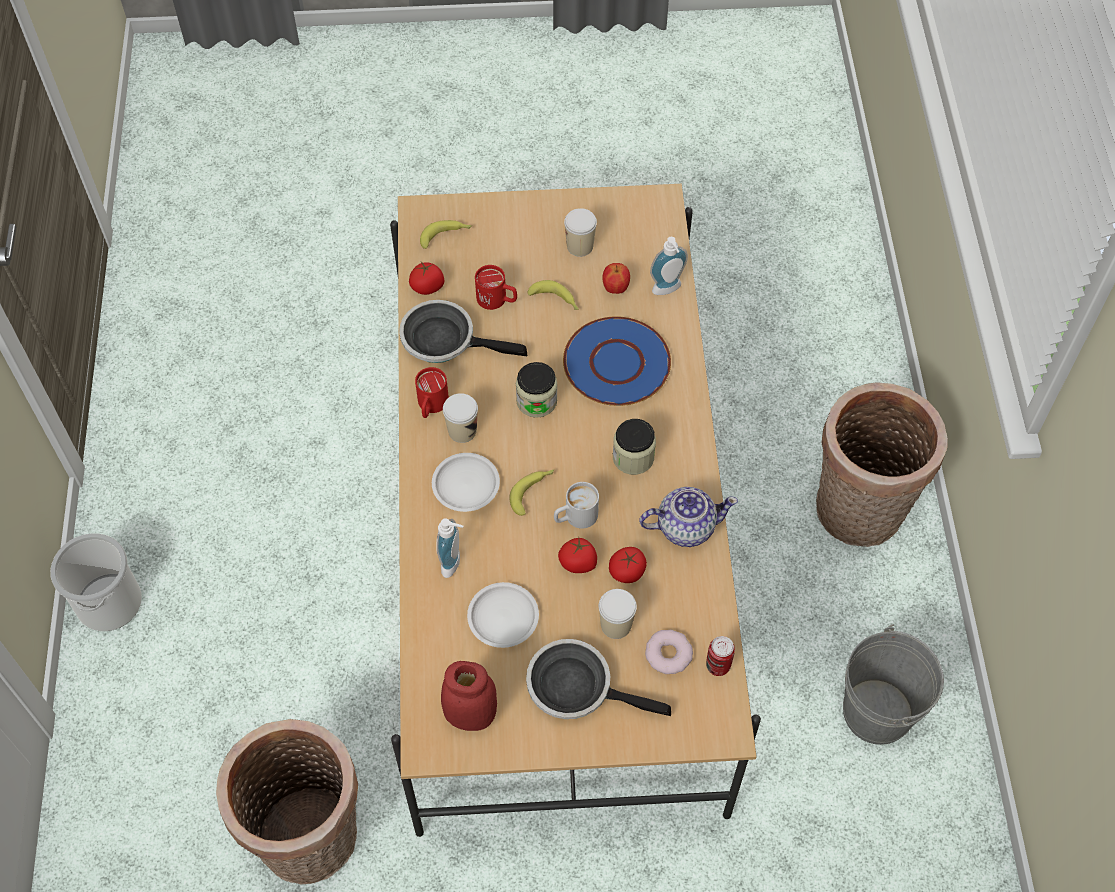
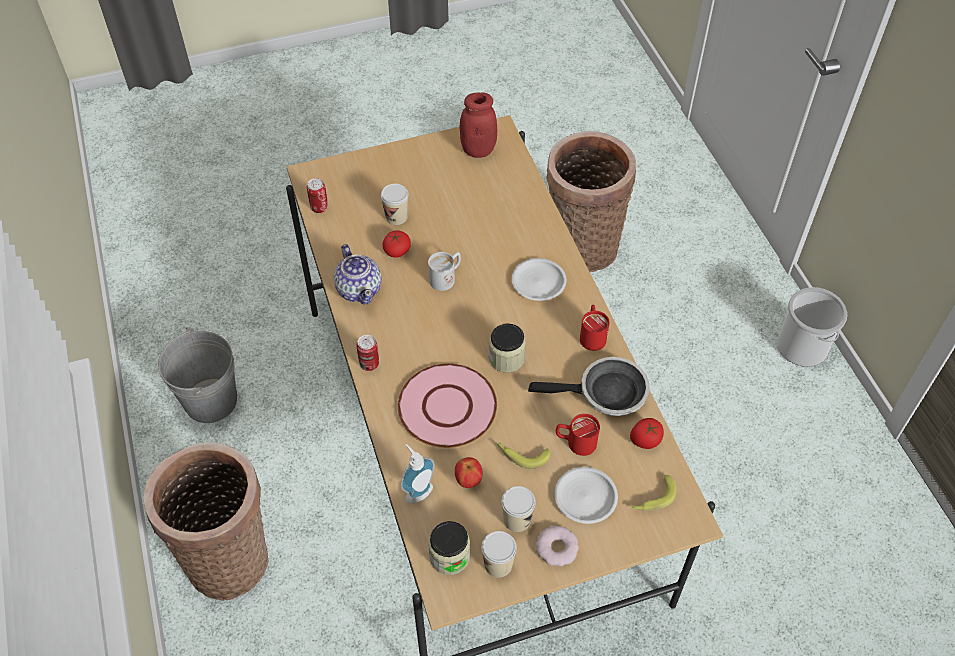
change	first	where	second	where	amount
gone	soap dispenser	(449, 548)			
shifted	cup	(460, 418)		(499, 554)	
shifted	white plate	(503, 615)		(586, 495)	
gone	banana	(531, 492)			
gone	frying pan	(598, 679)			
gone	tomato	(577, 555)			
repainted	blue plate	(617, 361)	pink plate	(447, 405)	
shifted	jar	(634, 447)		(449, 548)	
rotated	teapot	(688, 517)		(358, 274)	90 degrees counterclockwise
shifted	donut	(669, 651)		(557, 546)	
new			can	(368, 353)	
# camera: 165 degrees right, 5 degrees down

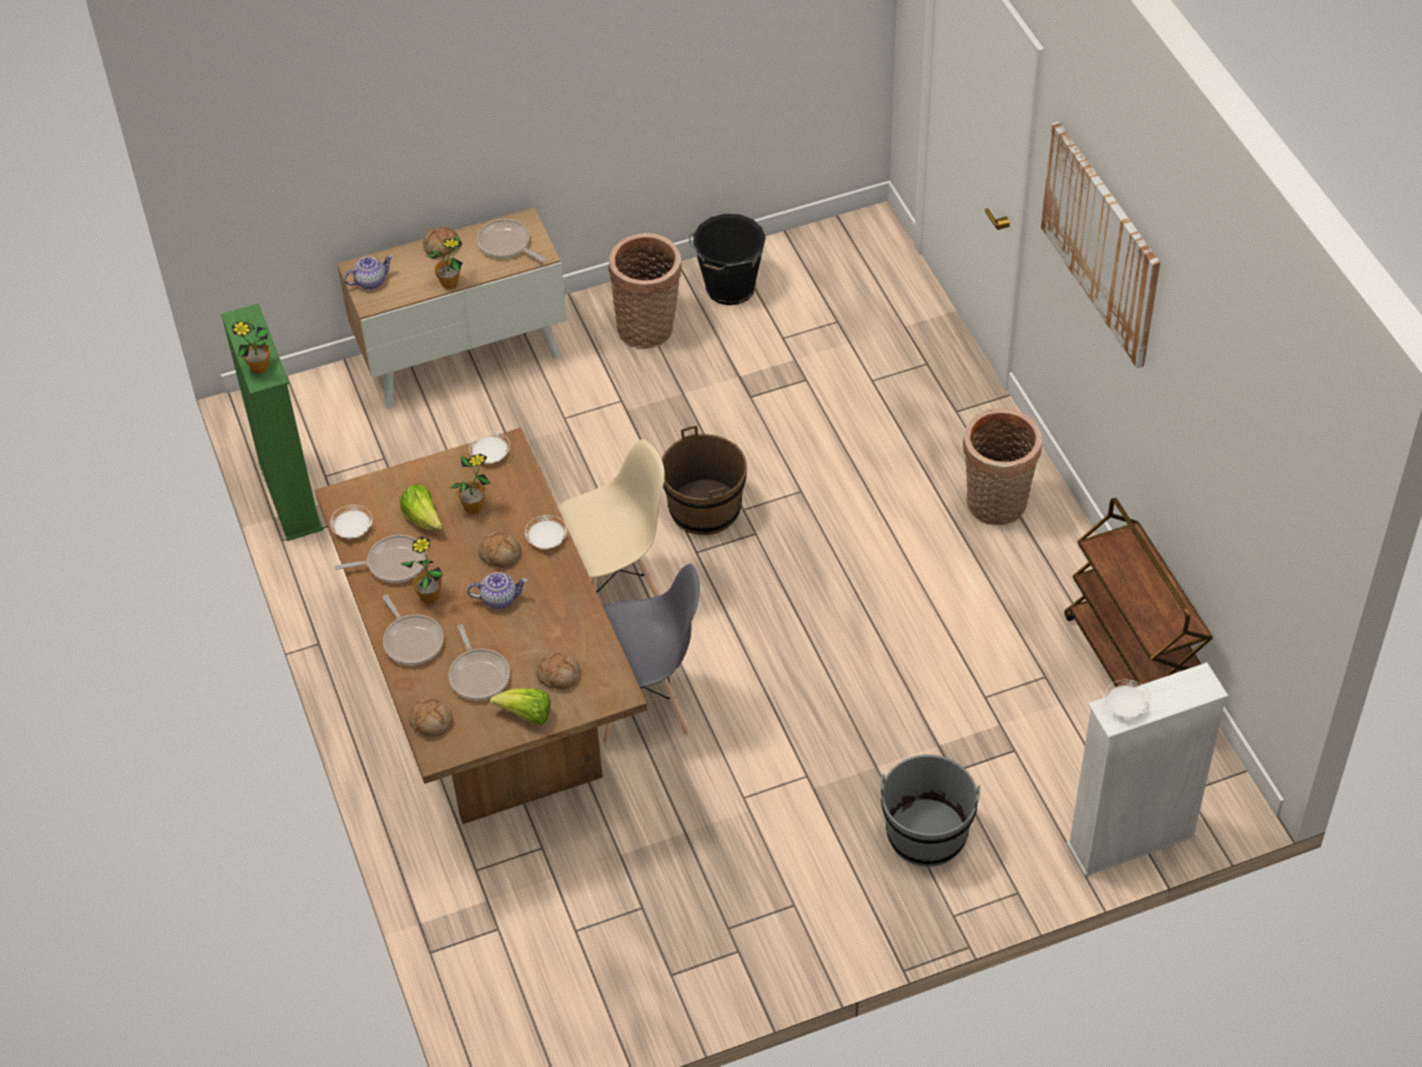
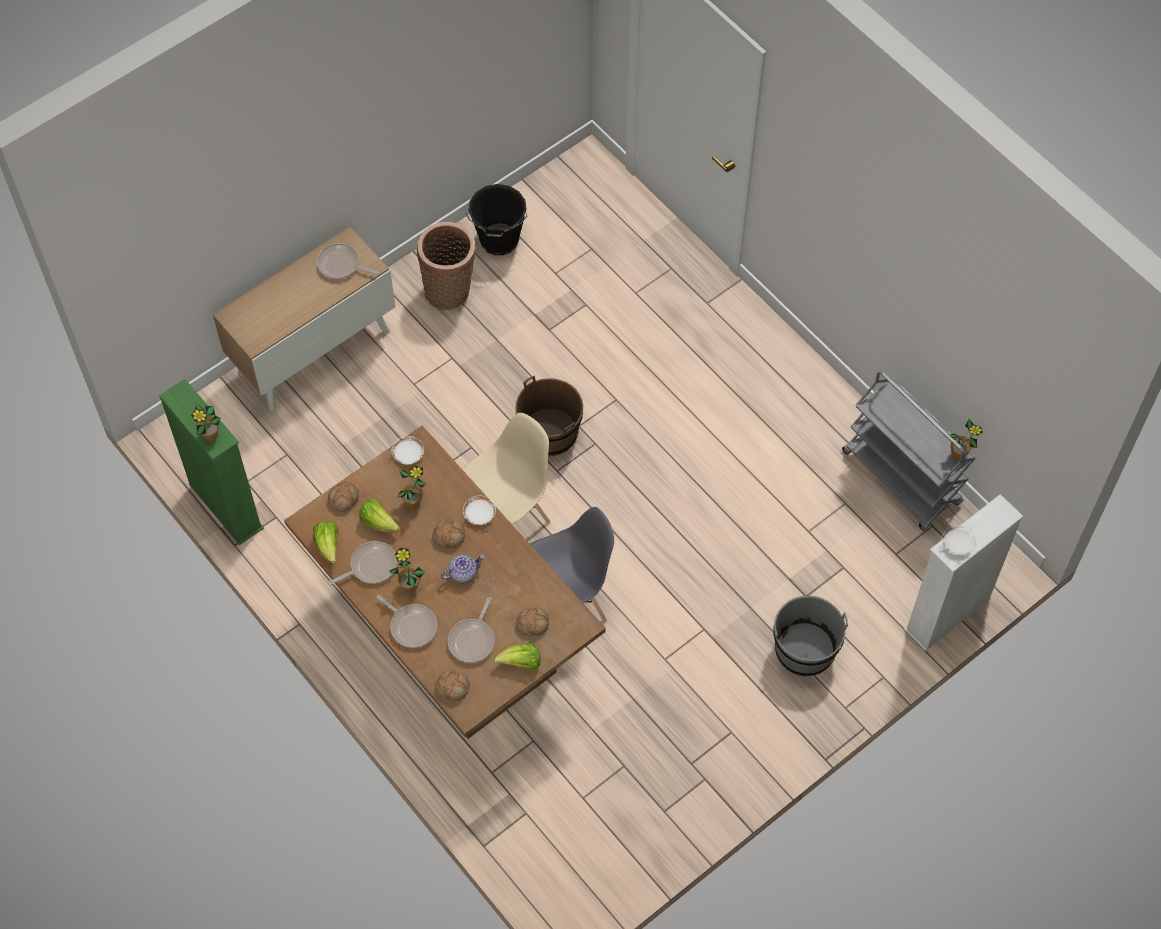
change	first	where	second	where	amount
swapped	white plate	(351, 522)	lettuce	(326, 542)	
gone	teapot	(368, 272)			
shifted	bread	(440, 242)		(343, 497)	
shifted	potted plant	(444, 262)		(966, 439)	
rotated	frying pan	(479, 662)		(471, 630)	60 degrees clockwise
gone	basket	(1003, 466)			
gone	picture	(1100, 244)			
repainted	brown cart	(1138, 593)	grey cart	(909, 451)	
# camera: 20 degrees left, 10 degrees up

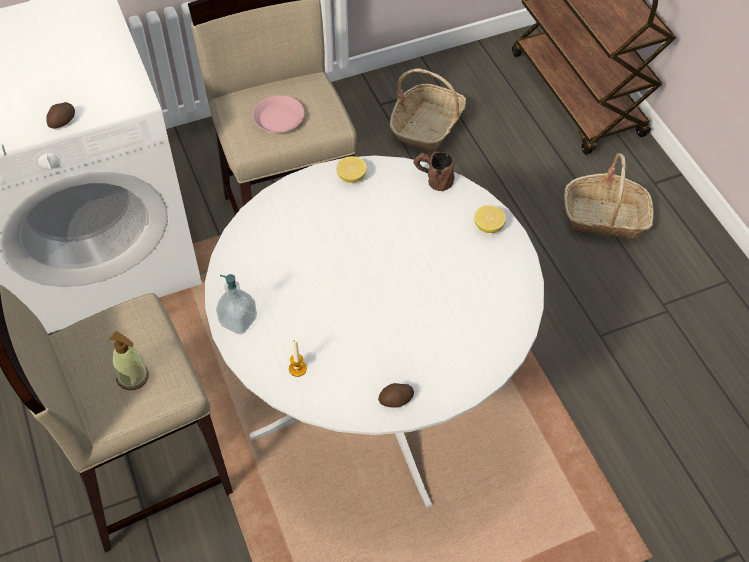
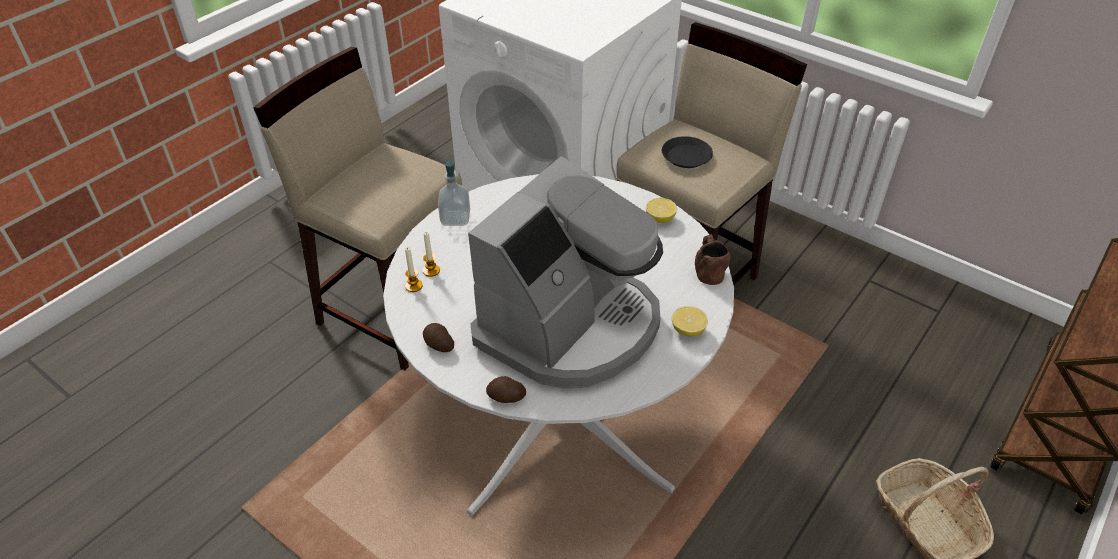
change	first	where	second	where	amount
shifted	potato	(60, 115)		(506, 389)	
gone	soap dispenser	(129, 360)			
repainted	pink plate	(279, 114)	black plate	(687, 152)	
gone	basket	(428, 110)			
new			candle	(414, 269)	
new			coffee machine	(565, 272)	
# camera: 60 degrees right, 10 degrees down

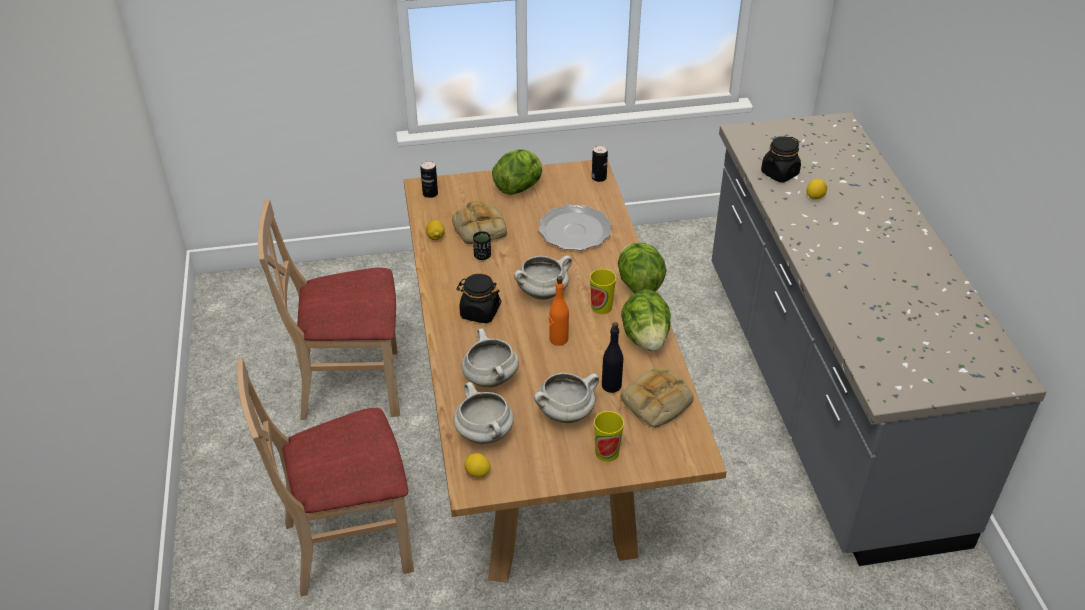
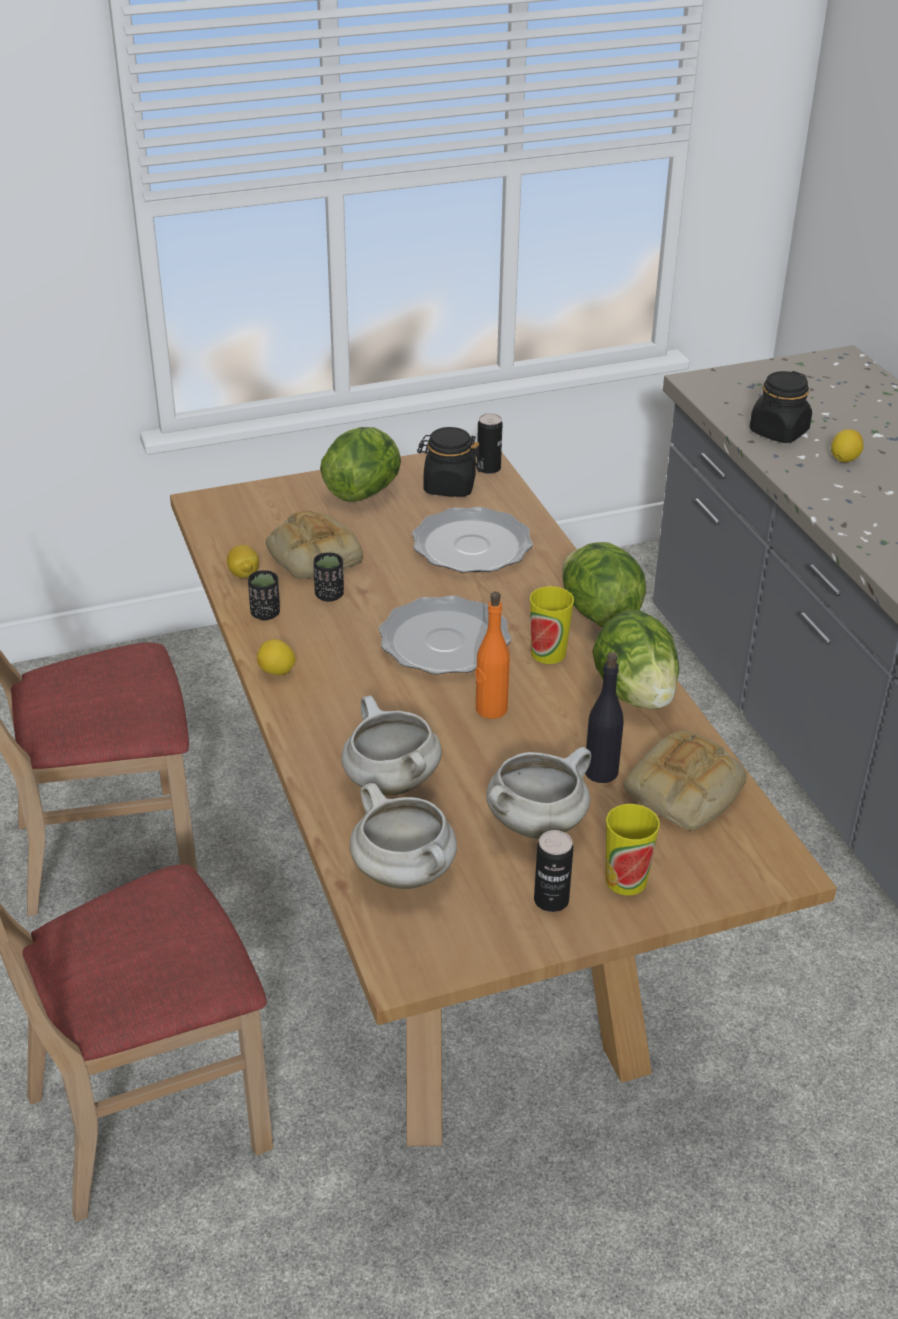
change	first	where	second	where	amount
shifted	can	(429, 179)		(553, 871)	
shifted	black jar	(479, 298)		(449, 462)	
shifted	lemon	(477, 465)		(276, 657)	
swapped	white cooking pot	(543, 277)	plate	(445, 635)	
new			black cup	(264, 595)	
# camera: 10 degrees left, 5 degrees down

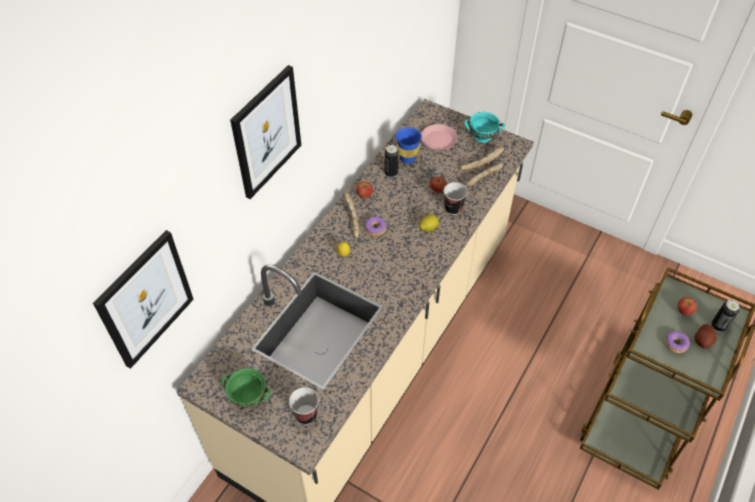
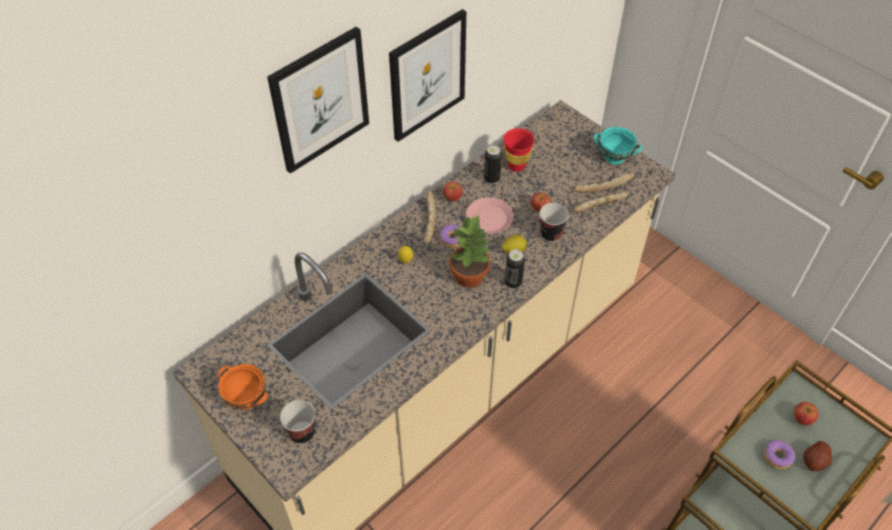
change	first	where	second	where	amount
shifted	picture	(143, 299)		(427, 75)	
repainted	green bowl	(246, 388)	orange bowl	(243, 386)	
repainted	blue cup	(408, 145)	red cup	(519, 150)	
shifted	pink plate	(439, 137)		(489, 215)	
shifted	can	(725, 316)		(515, 269)	
new			potted plant	(470, 251)	
# camera: 15 degrees right, 0 degrees up

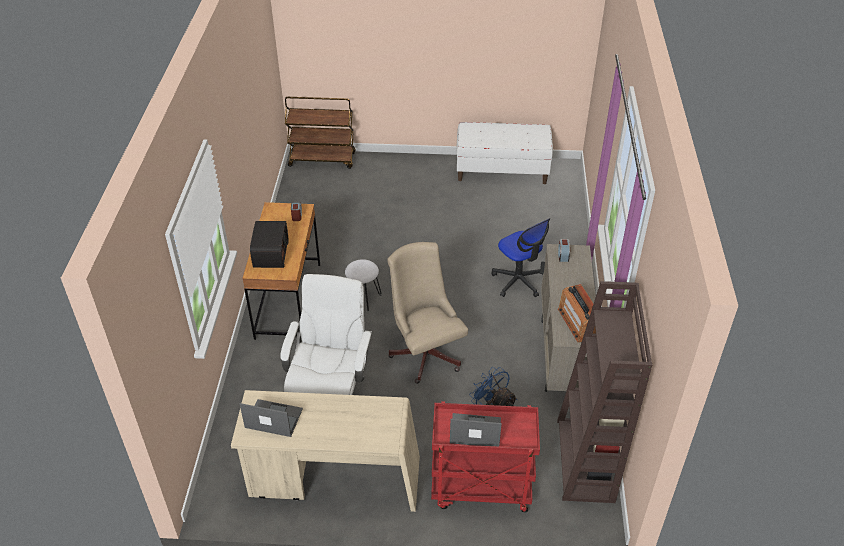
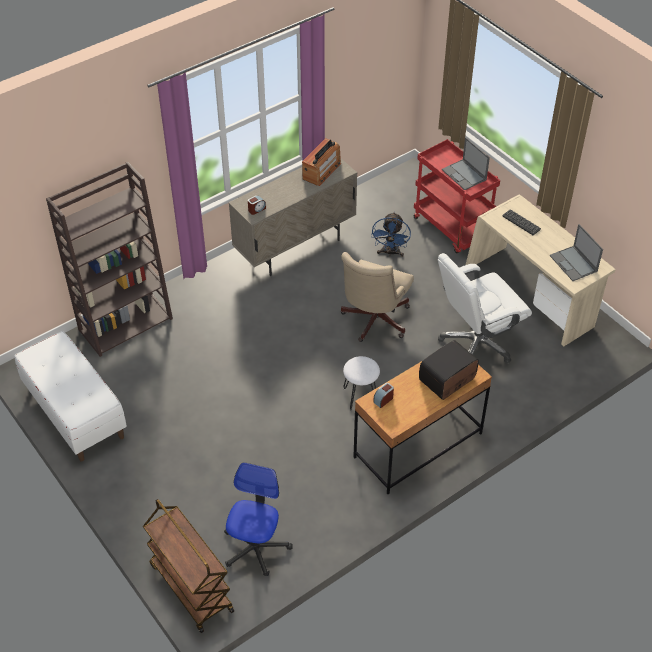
change	first	where	second	where	amount
shifted	office chair	(520, 257)		(258, 519)	
shifted	brown bookcase	(604, 392)		(109, 259)	
new			keyboard	(521, 222)	
# camera: 130 degrees left, 5 degrees up

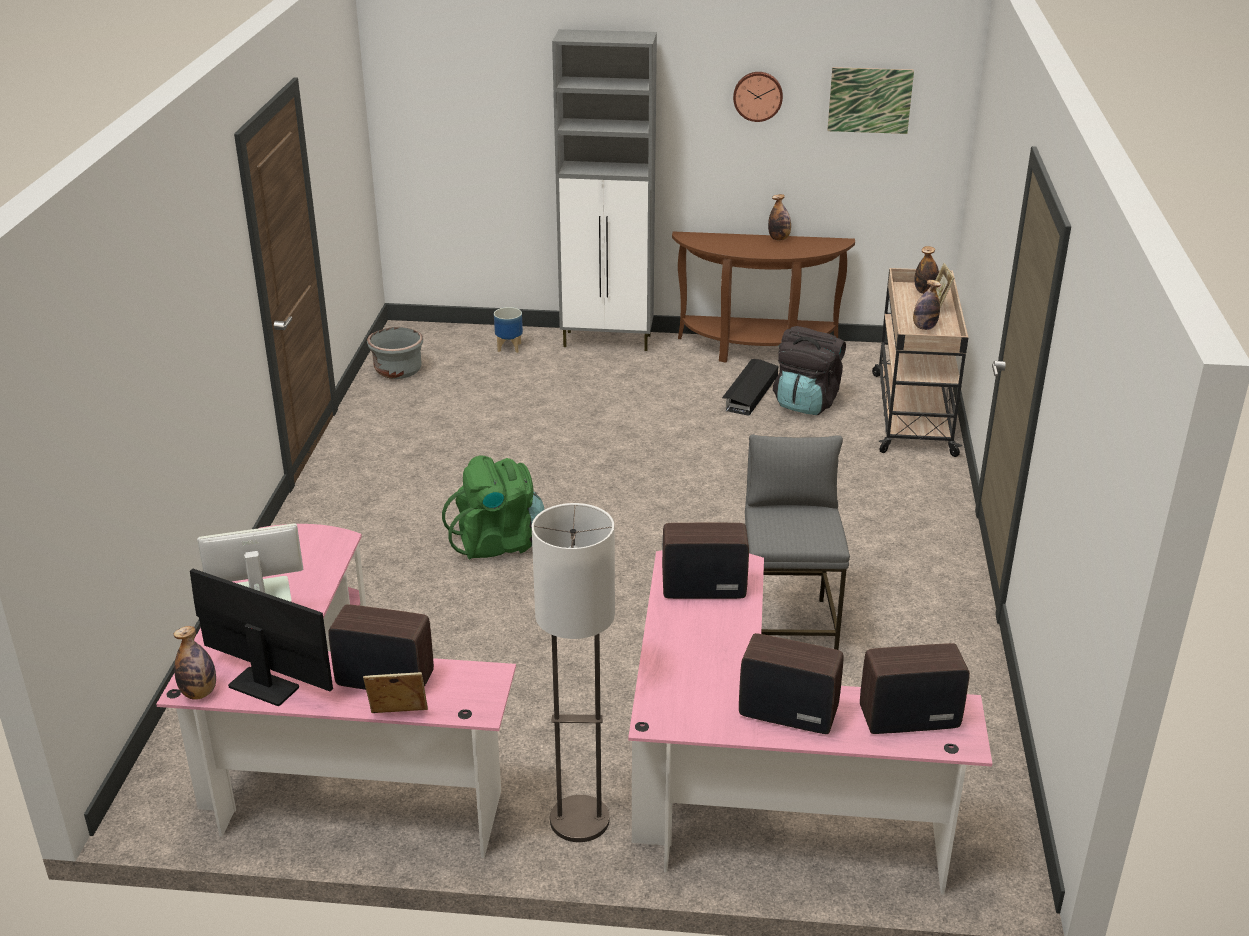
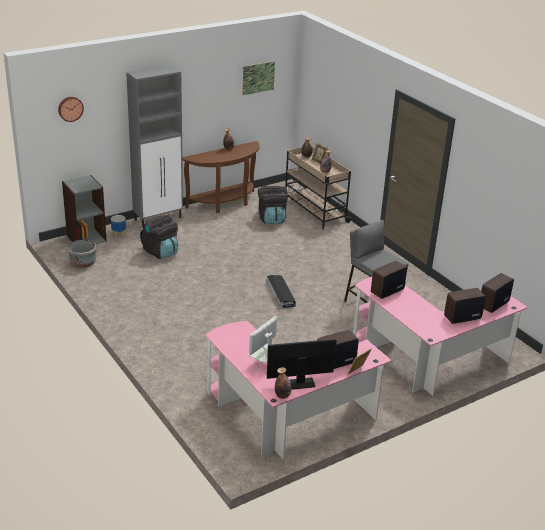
change	first	where	second	where	amount
gone	green backpack	(493, 507)			
gone	floor lamp	(573, 672)			
shifted	black storage box	(750, 387)		(281, 291)	
shifted	wall clock	(758, 97)		(71, 109)	
new			grey bookcase	(84, 209)	
new			black backpack	(159, 237)	
# camera: 40 degrees left, 0 degrees up

